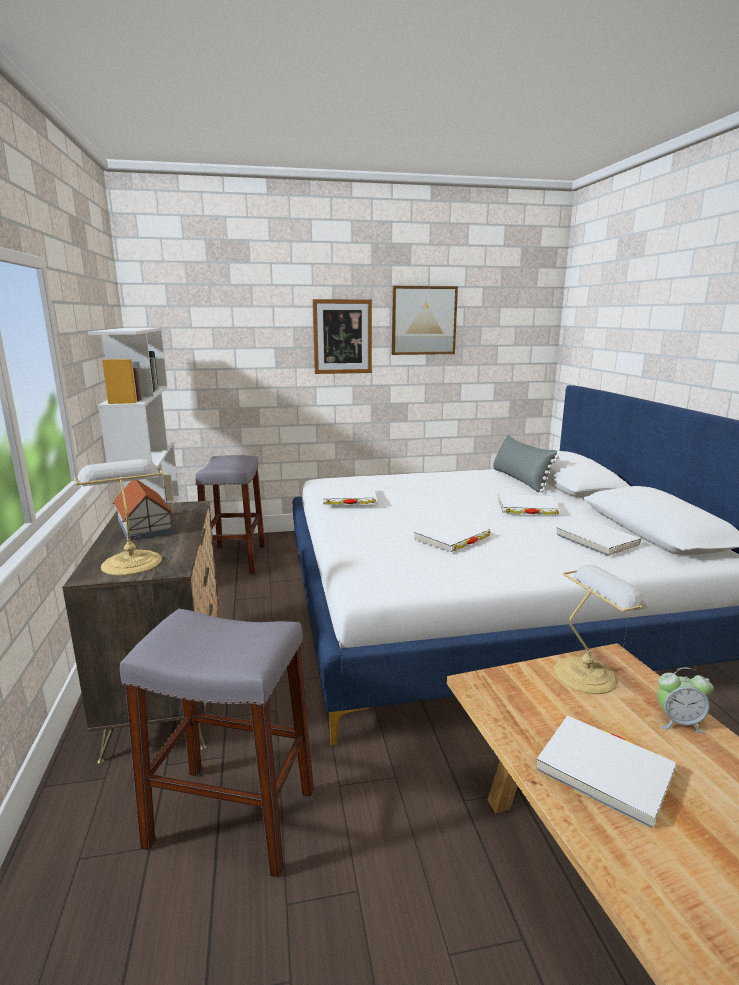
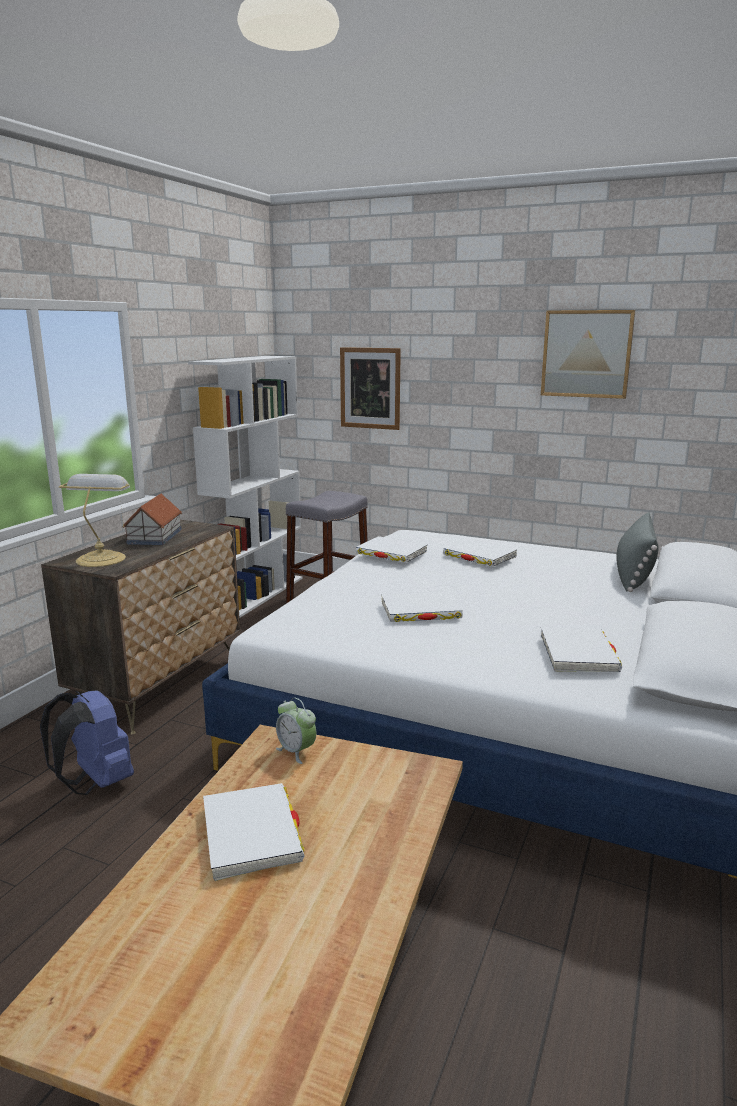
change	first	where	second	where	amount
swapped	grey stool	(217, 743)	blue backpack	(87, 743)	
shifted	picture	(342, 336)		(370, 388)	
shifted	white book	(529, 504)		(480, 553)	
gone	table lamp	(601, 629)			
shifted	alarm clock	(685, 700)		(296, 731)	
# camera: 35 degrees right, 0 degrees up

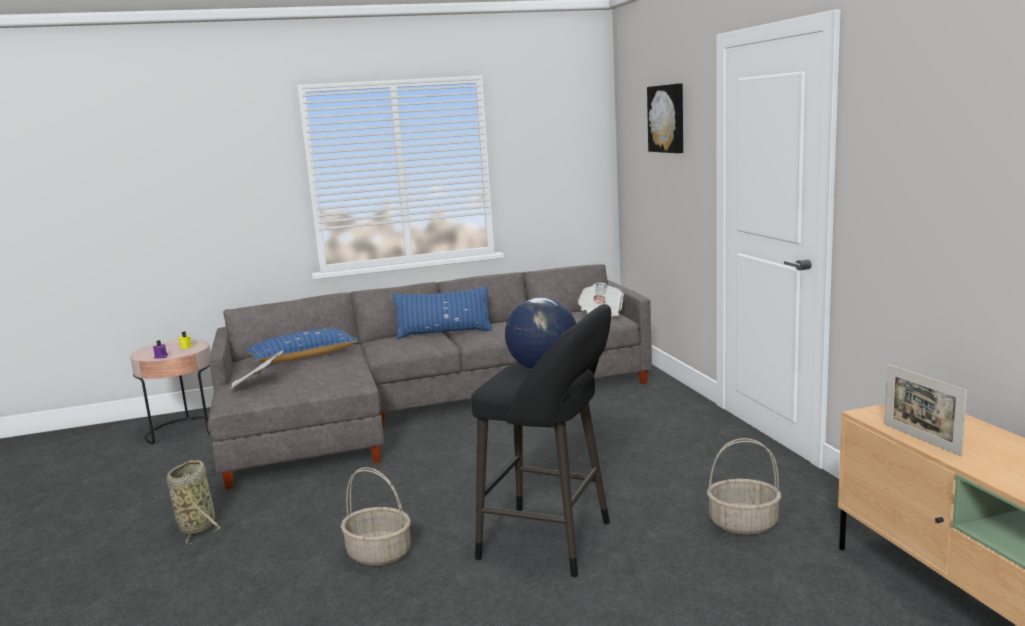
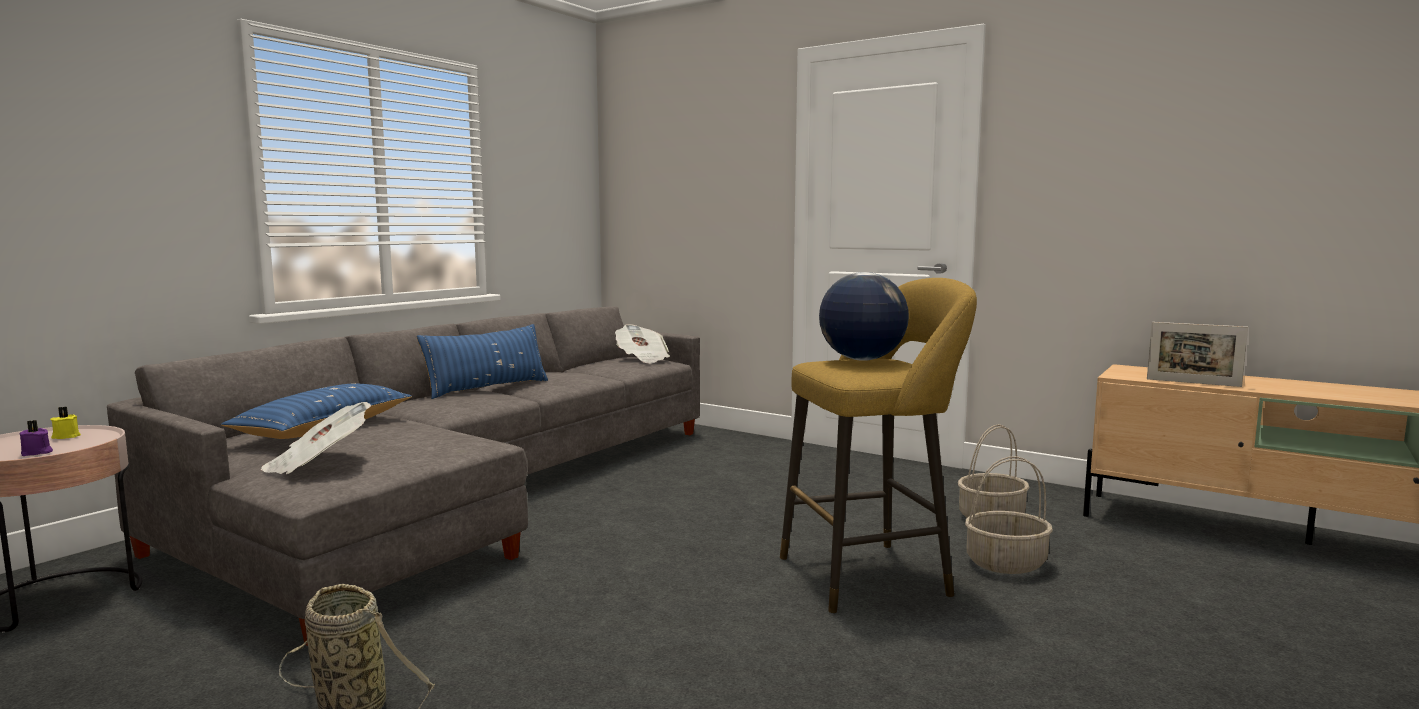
change	first	where	second	where	amount
shifted	basket	(376, 516)		(1009, 515)	
repainted	black stool	(541, 440)	yellow stool	(878, 445)	
gone	picture	(665, 118)			
# camera: 40 degrees left, 5 degrees down

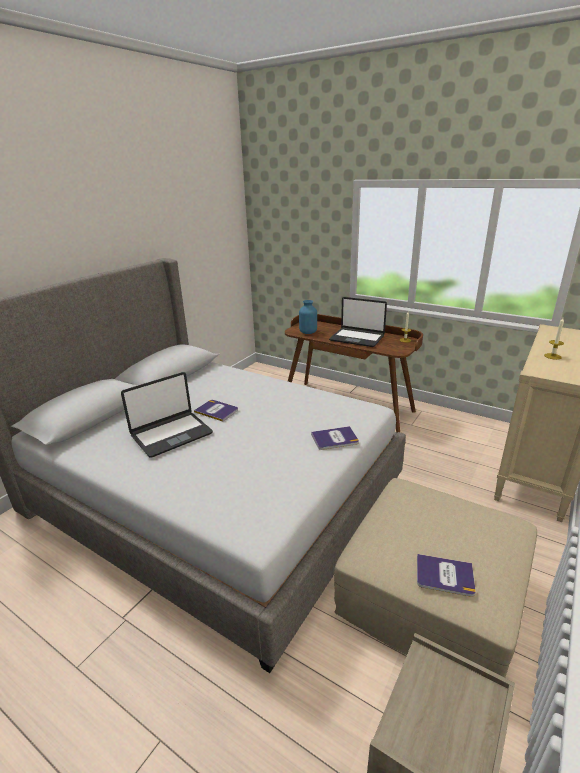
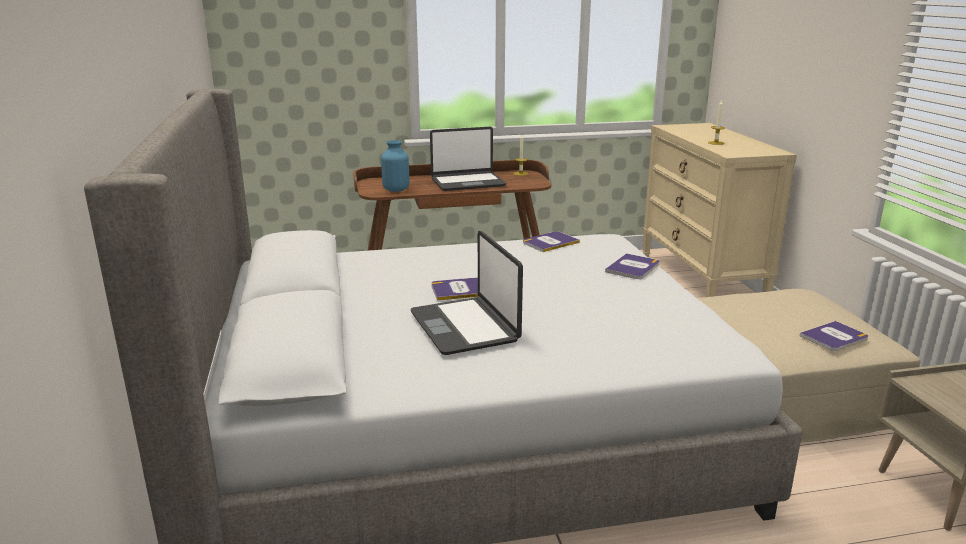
change	first	where	second	where	amount
rotated	laptop	(167, 415)		(466, 293)	150 degrees clockwise
new			book	(551, 241)	
# camera: 45 degrees left, 5 degrees down

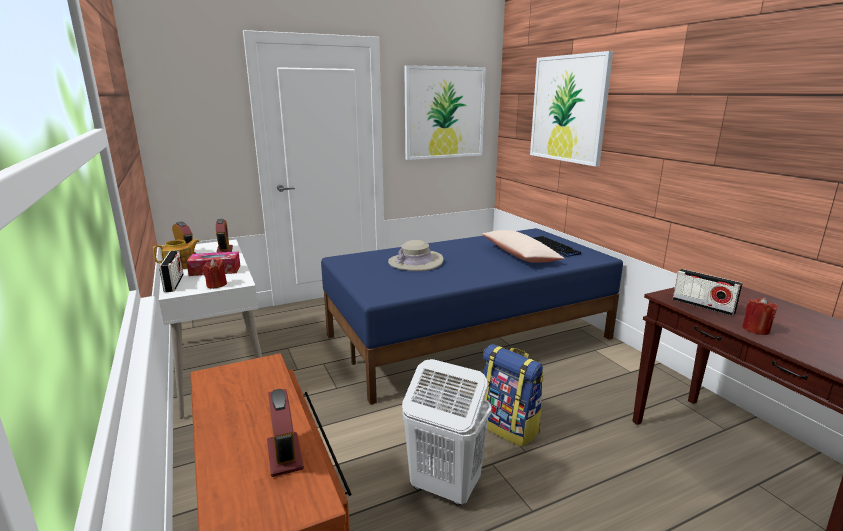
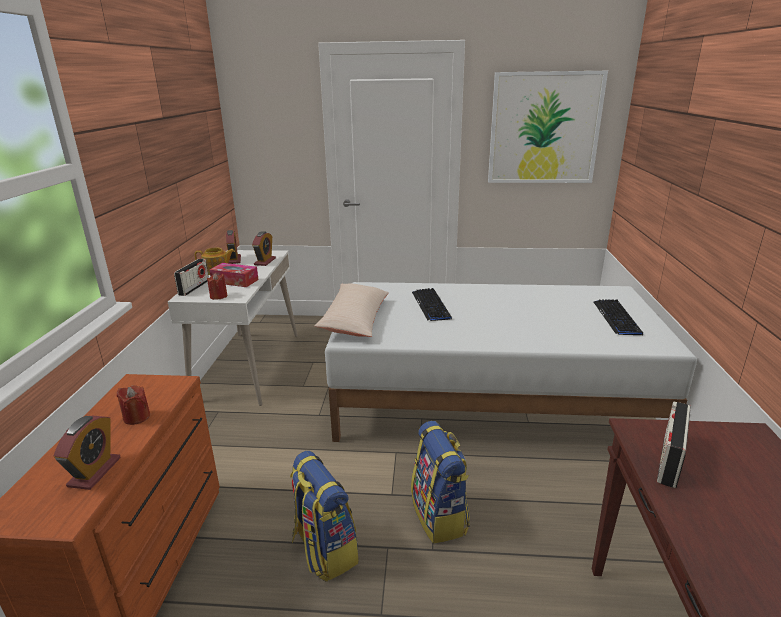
change	first	where	second	where	amount
repainted	blue bed	(472, 316)	white bed	(511, 362)	
swapped	beige hat	(415, 255)	keyboard	(432, 304)	
swapped	white laundry basket	(447, 432)	backpack	(324, 516)	
shifted	beige pillow	(523, 246)		(352, 310)	
gone	picture	(571, 109)			
rotated	radio	(708, 292)		(674, 444)	45 degrees clockwise
shifted	red candle	(760, 316)		(133, 405)	
# camera: 30 degrees right, 5 degrees up

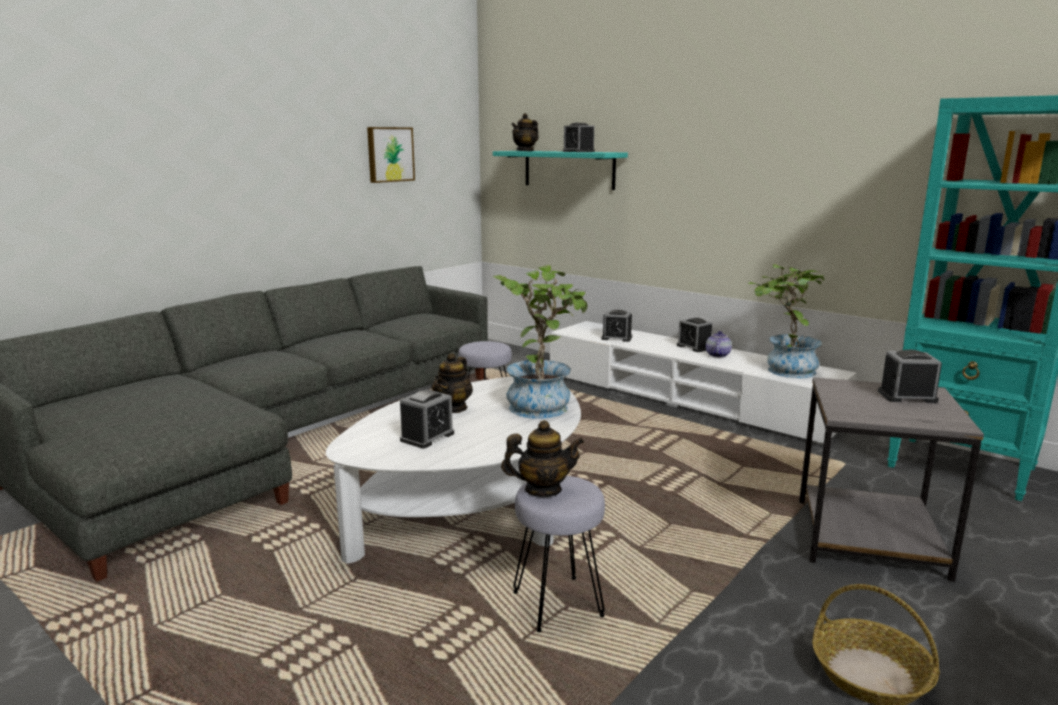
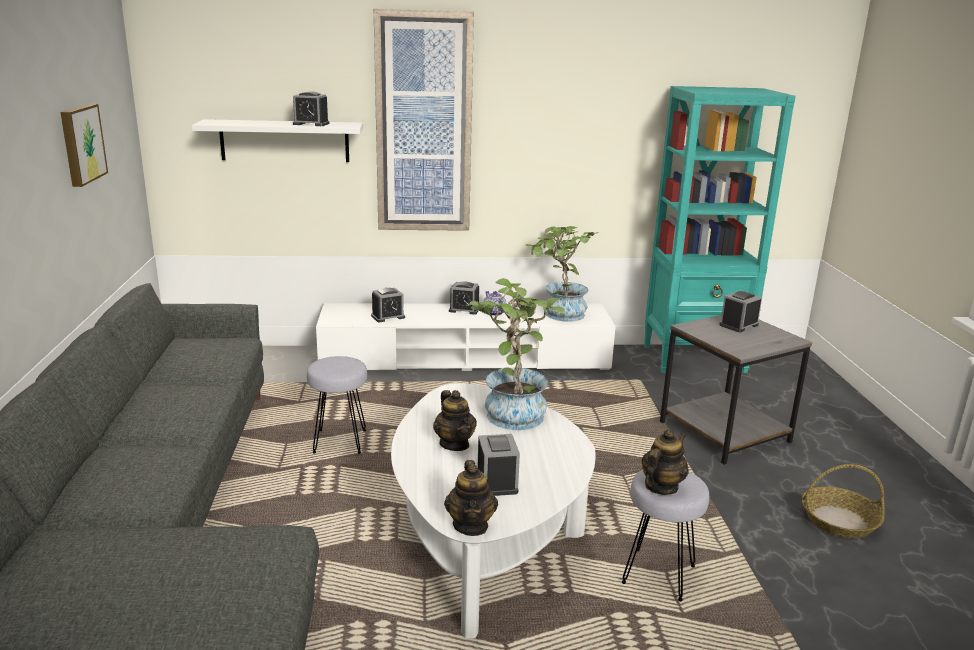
change	first	where	second	where	amount
repainted	turquoise shelf	(560, 170)	white shelf	(277, 140)	
shifted	teapot	(525, 132)		(471, 498)	
new			picture	(424, 120)	
# camera: 45 degrees left, 5 degrees up

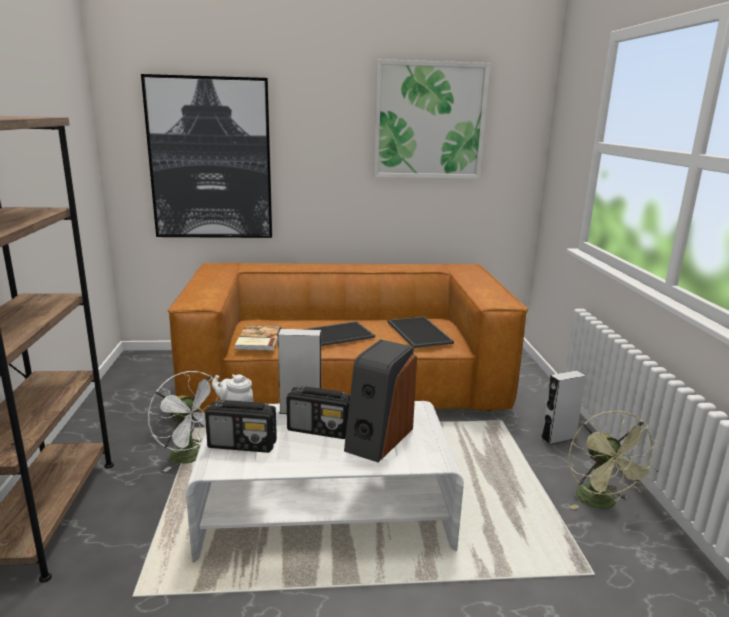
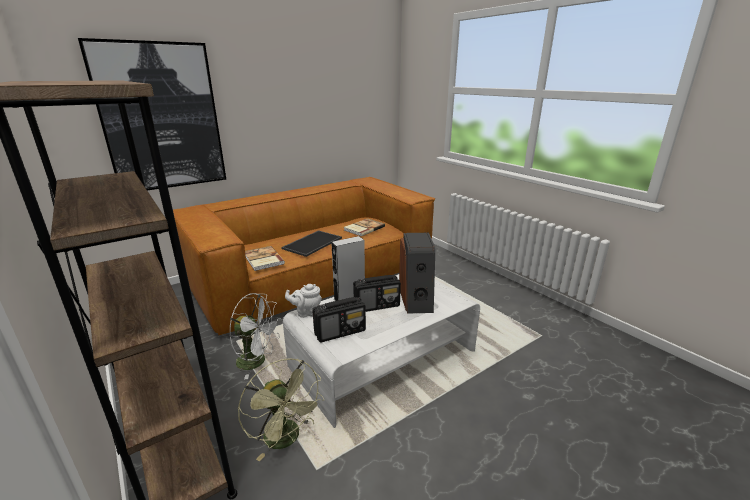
change	first	where	second	where	amount
gone	picture	(432, 119)			
swapped	tray	(421, 332)	book	(364, 227)	
gone	grey speaker	(563, 407)			
shifted	green fan	(615, 460)		(281, 410)	
# camera: 30 degrees left, 5 degrees up

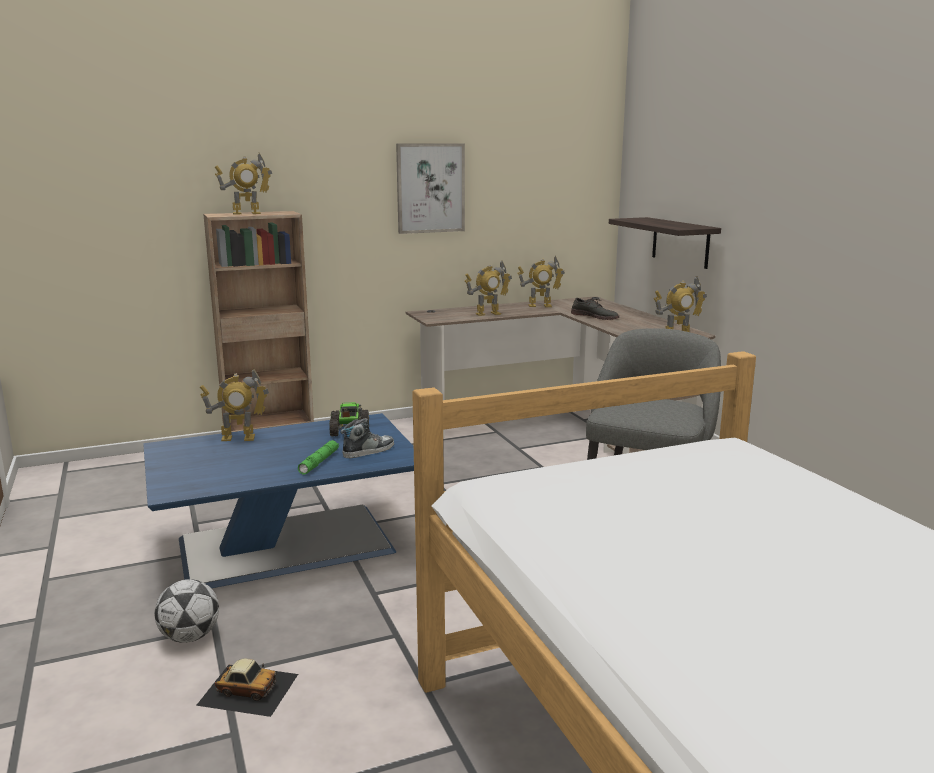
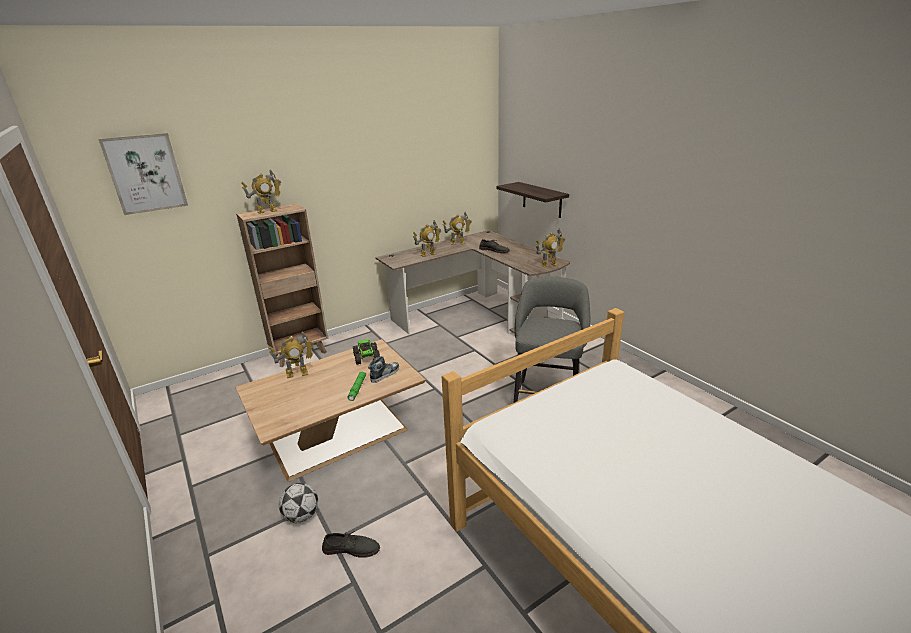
change	first	where	second	where	amount
repainted	blue coffee table	(278, 500)	brown coffee table	(330, 410)	
swapped	toy car	(247, 688)	grey shoe	(351, 544)	
shifted	picture	(430, 188)		(143, 174)	
# camera: 10 degrees left, 10 degrees up

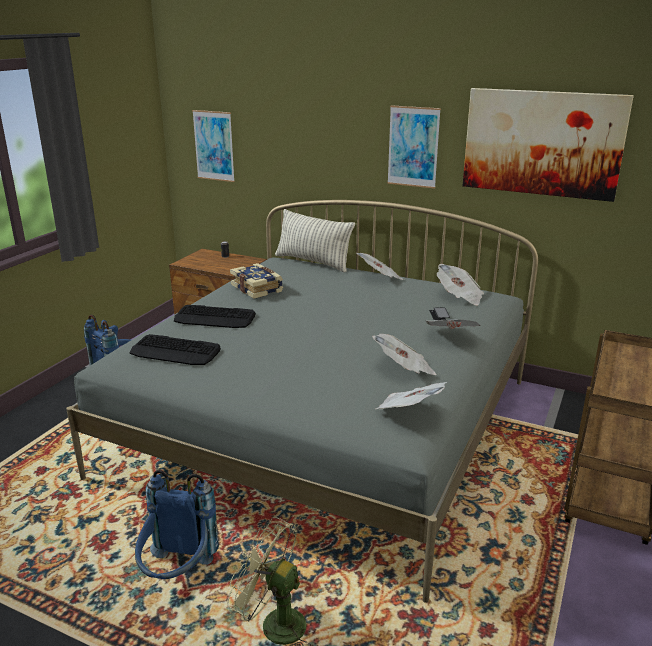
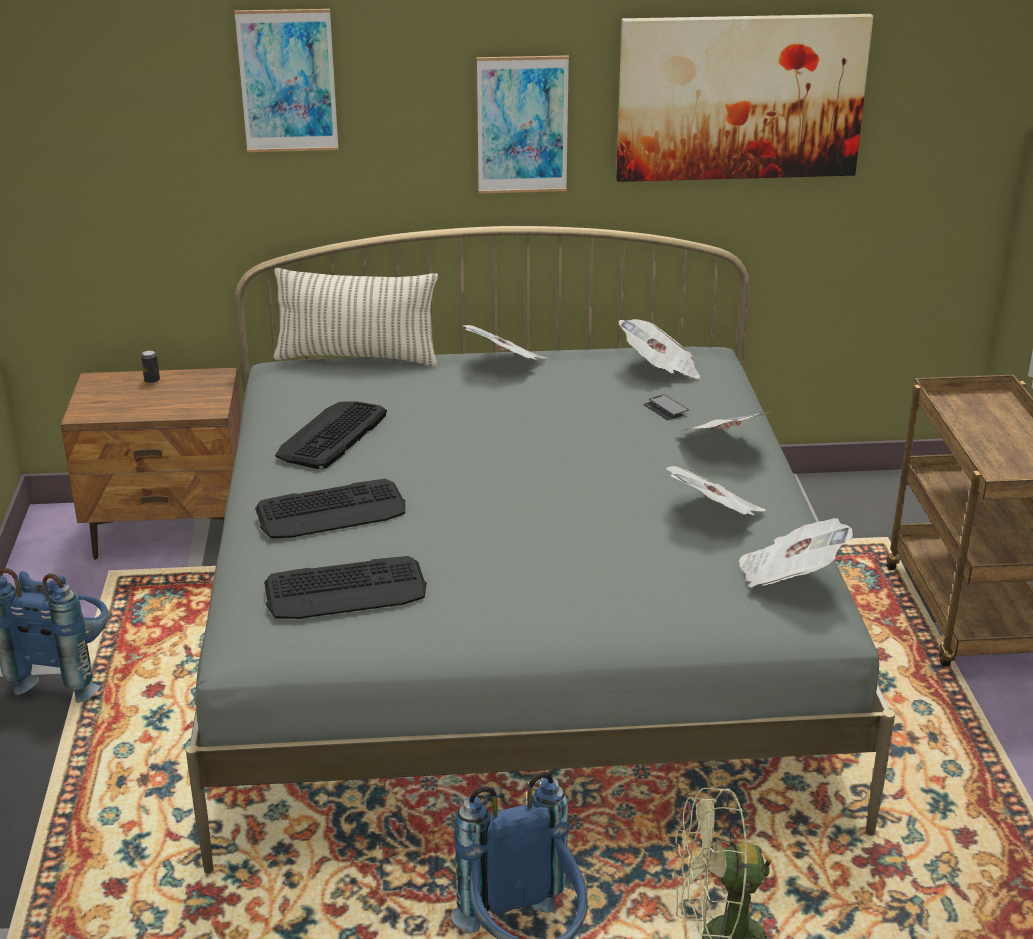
change	first	where	second	where	amount
shifted	picture	(213, 146)		(286, 80)	
swapped	book	(256, 281)	keyboard	(331, 435)	
# camera: 30 degrees left, 5 degrees up

